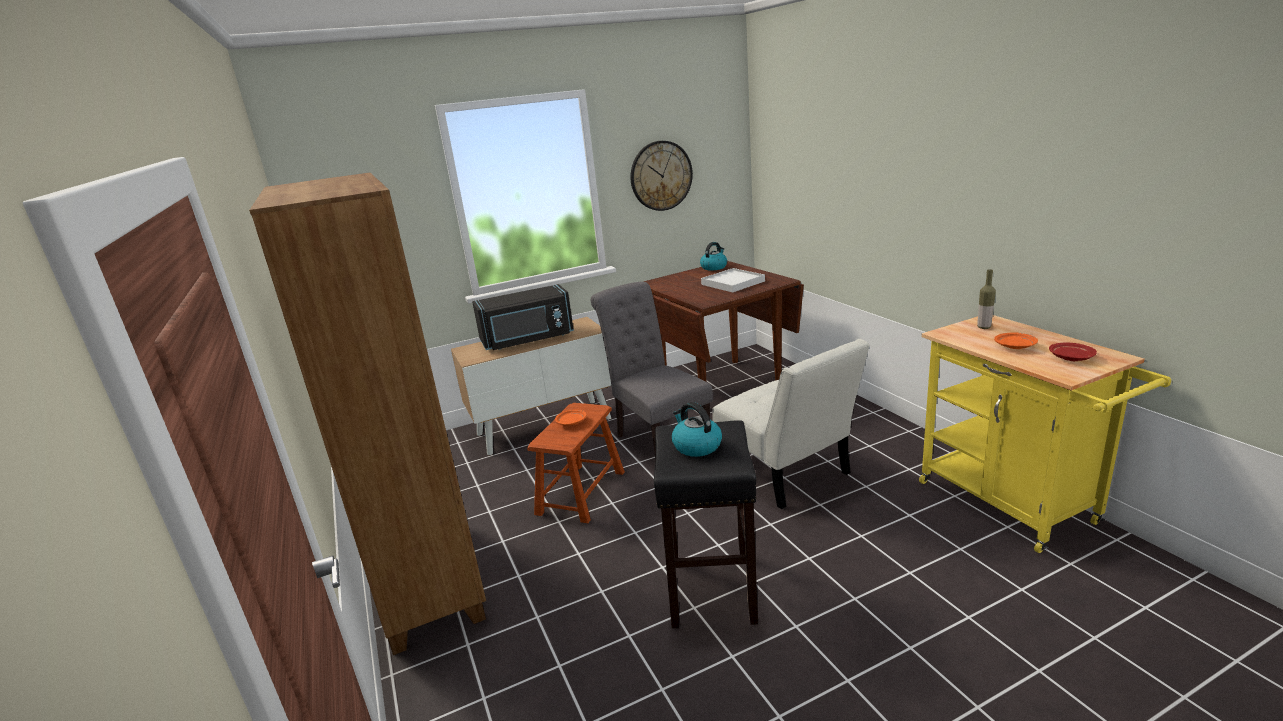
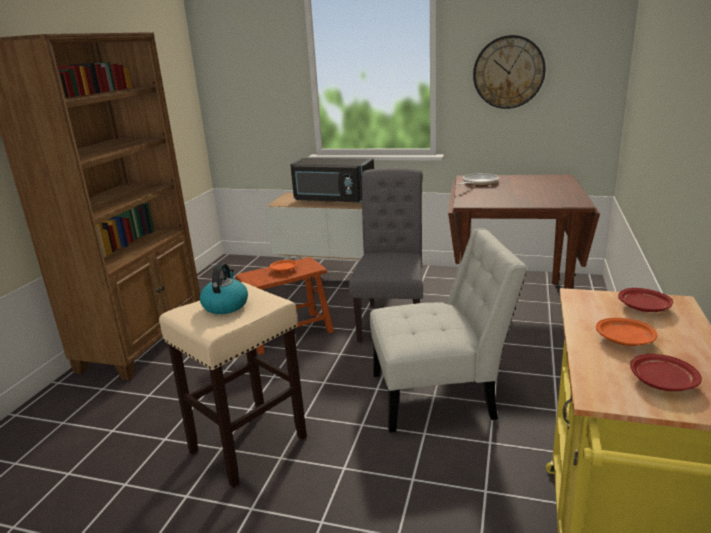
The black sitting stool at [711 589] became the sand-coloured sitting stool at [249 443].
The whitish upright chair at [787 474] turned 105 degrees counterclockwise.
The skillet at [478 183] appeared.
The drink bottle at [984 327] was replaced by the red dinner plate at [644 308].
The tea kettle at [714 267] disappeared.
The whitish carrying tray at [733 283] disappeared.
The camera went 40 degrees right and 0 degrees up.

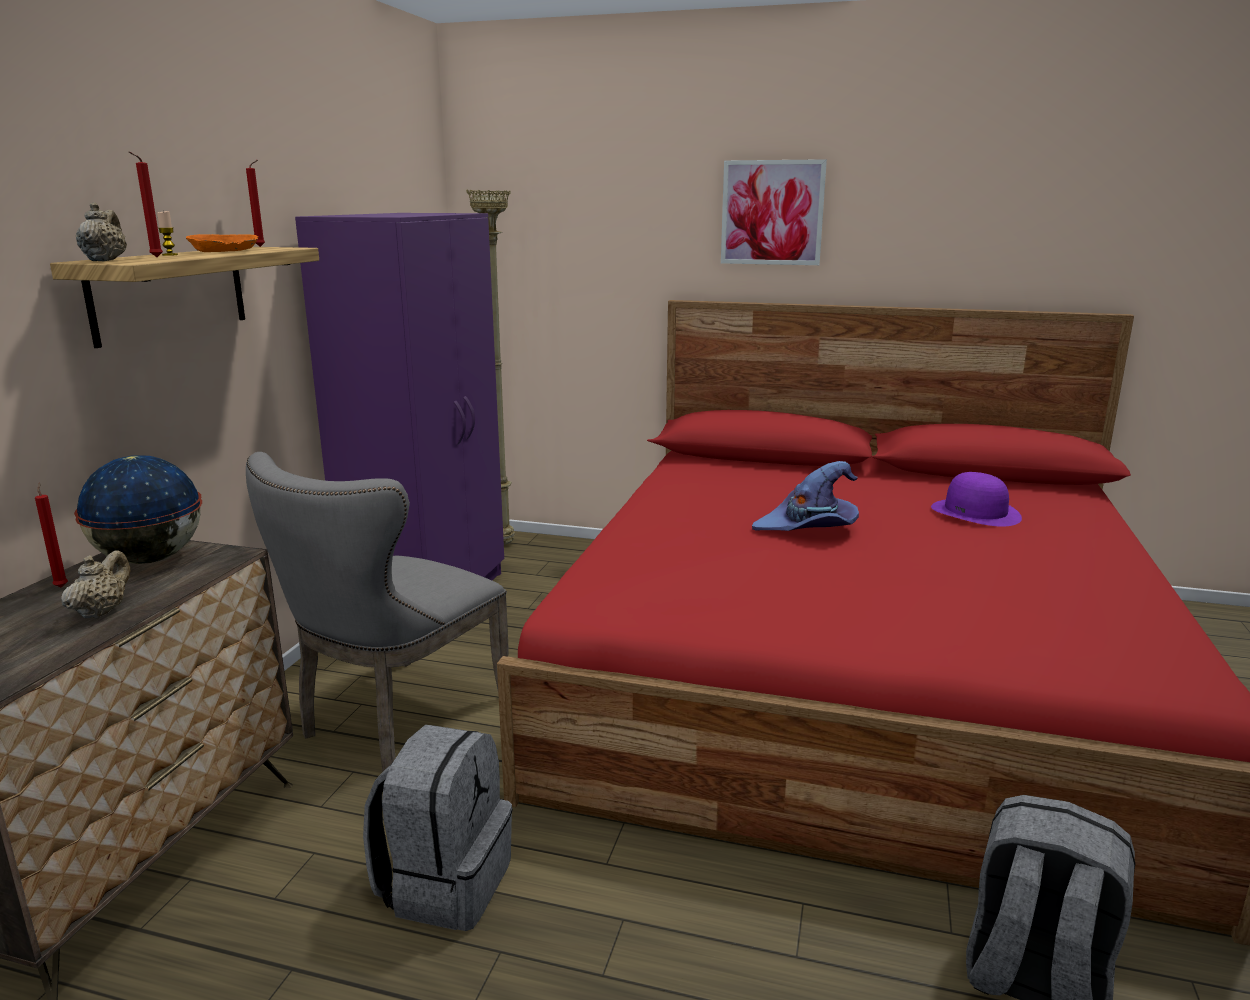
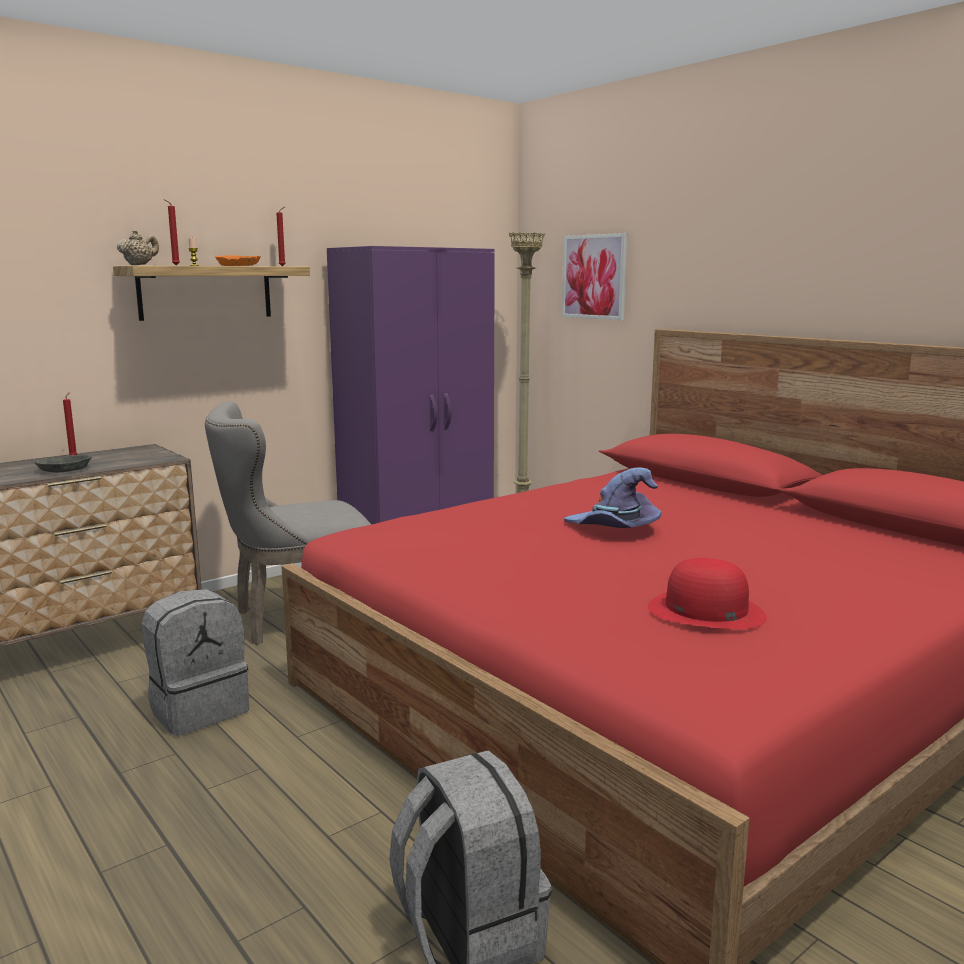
The sand-coloured teapot at [102 612] was replaced by the gray deep dish at [64 469].
The wall art moved from [772 213] to [594 277].
The red wearable hat at [705 611] appeared.
The world globe at [150 559] disappeared.
The purple wearable hat at [976 512] disappeared.
The camera went 35 degrees right and 5 degrees down.

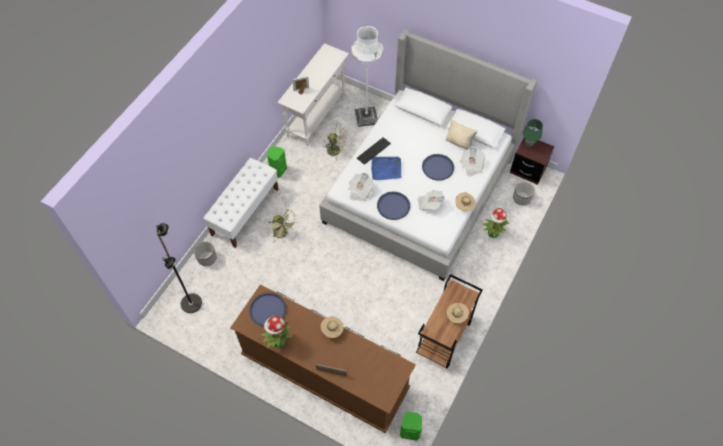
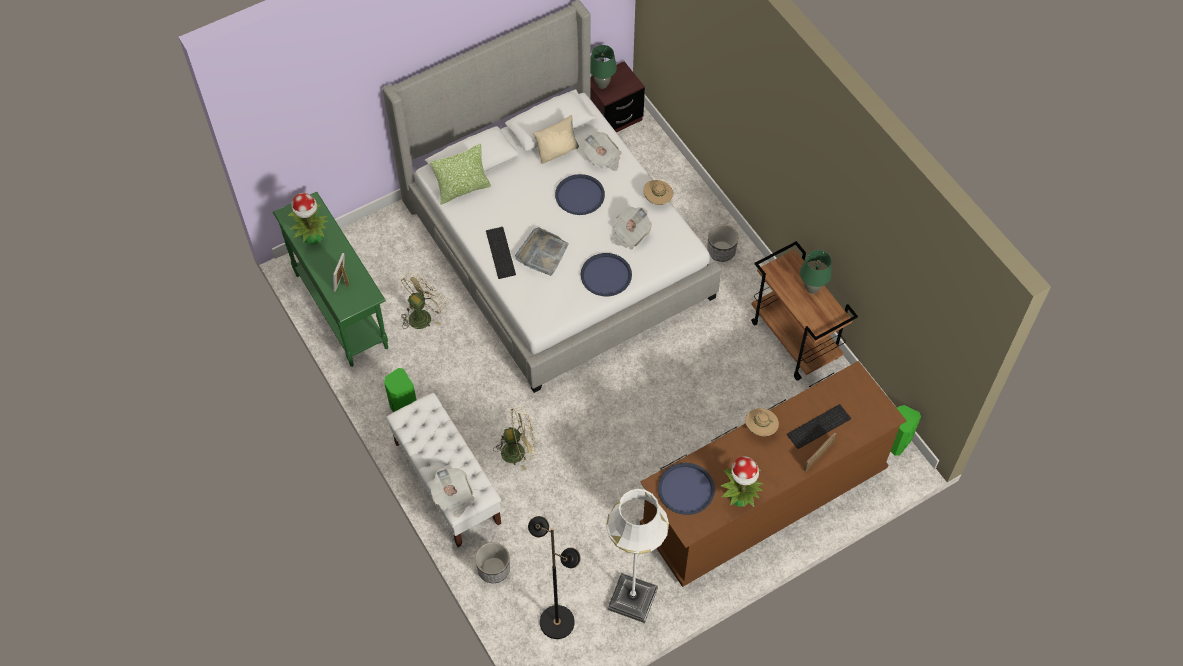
The whitish hall table at [317 116] became the green hall table at [341 310].
The potted plant moved from [493 233] to [313 237].
The pillow at [462 189] appeared.
The printed paper moved from [360 191] to [453 497].
The bluish carrying tray at [386 169] became the gray carrying tray at [542 253].
The whitish standing lamp moved from [366 117] to [632 598].
The plant pot moved from [521 198] to [721 251].
The keyboard at [819 428] appeared.
The sand-coloured wearable hat at [456 316] was replaced by the green table lamp at [812 289].
The camera went 60 degrees left and 0 degrees up.

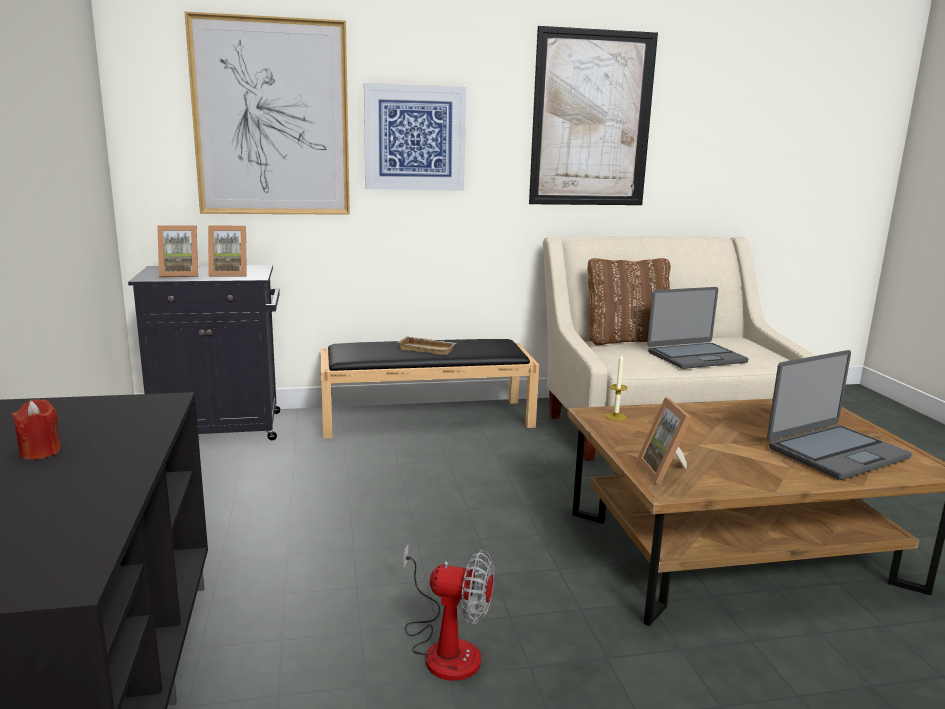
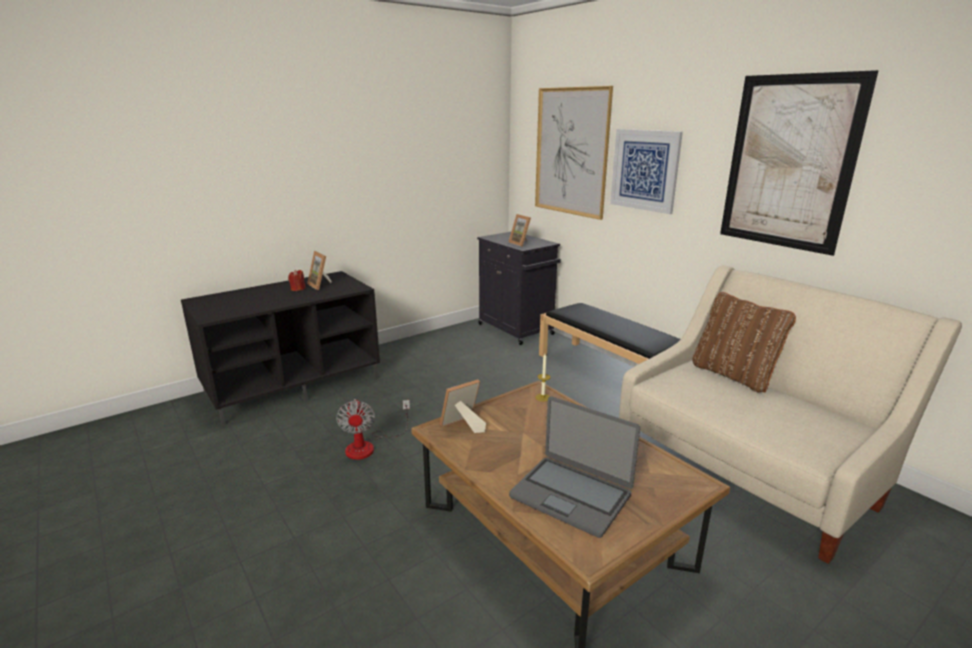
The photo frame moved from [180 274] to [321 285].
The sand-coloured carrying tray at [428 349] disappeared.
The portable computer at [695 357] disappeared.
The camera went 65 degrees right and 5 degrees up.

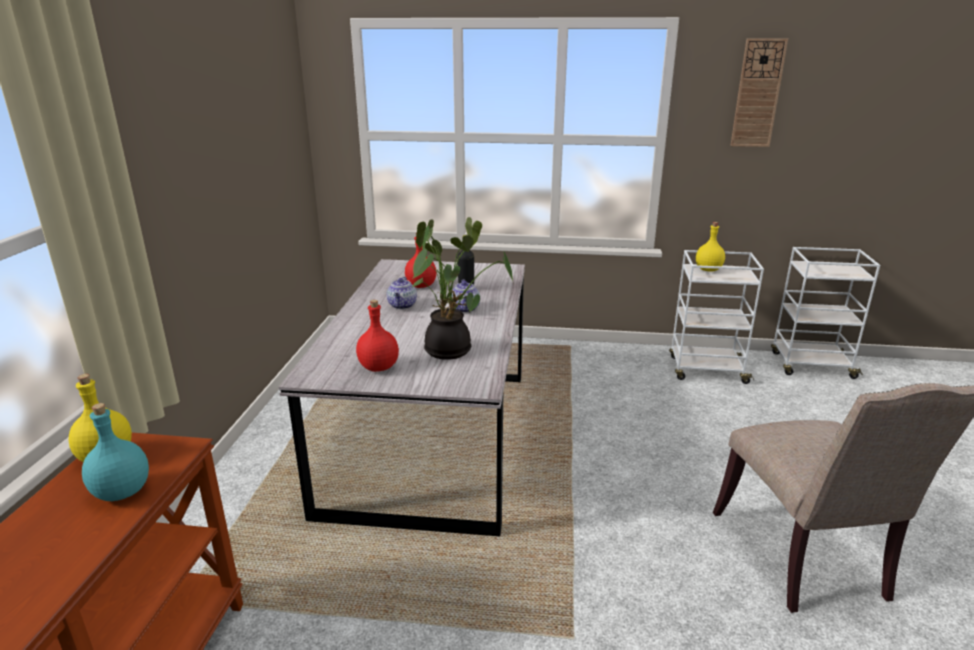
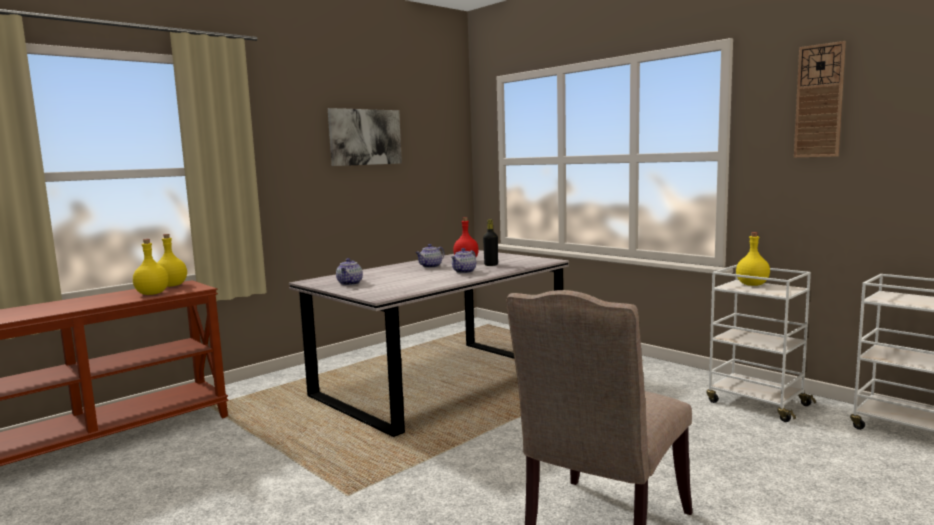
The blue-green drink bottle at [123 491] became the yellowish drink bottle at [153 294].
The wall art at [365 137] appeared.
The red drink bottle at [379 367] was replaced by the teapot at [350 284].
The potted plant at [452 350] disappeared.
The camera went 40 degrees right and 15 degrees down.

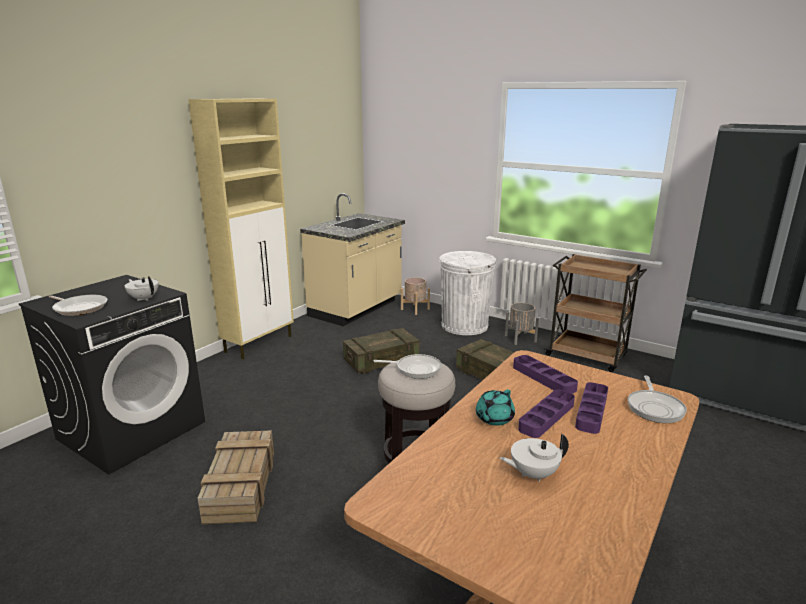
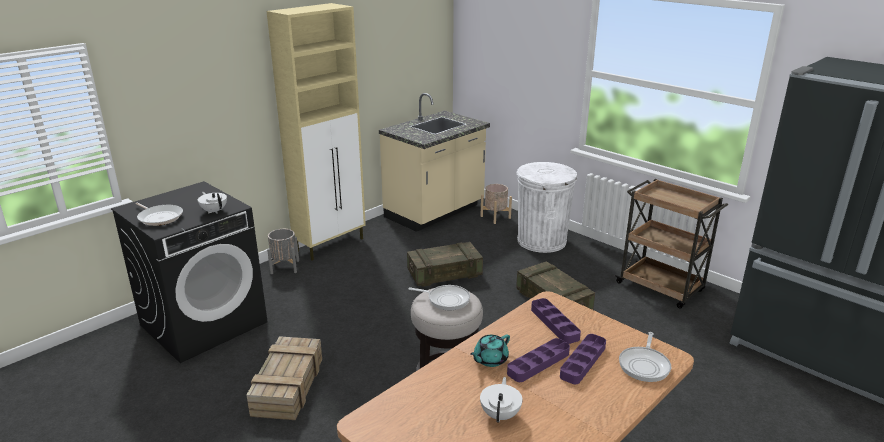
The gray plant pot moved from [520 338] to [285 267].
The whitish teapot at [532 474] turned 105 degrees clockwise.
The camera went 10 degrees right and 5 degrees up.

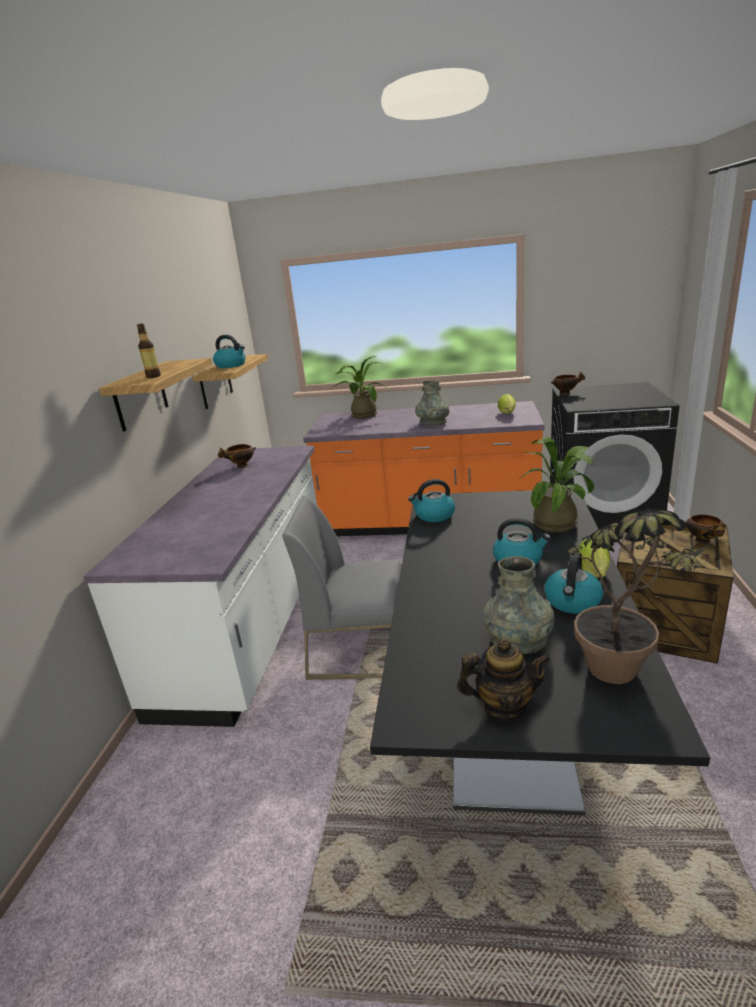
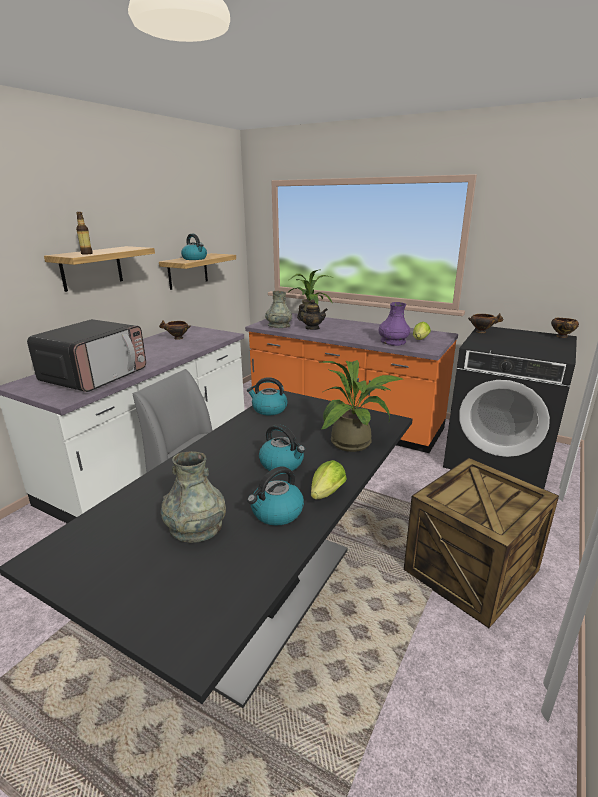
The microwave oven at [95 376] appeared.
The gray vase moved from [433 423] to [279 326].
The teapot moved from [503 706] to [312 328].
The purple vase at [393 342] appeared.
The deep dish moved from [703 541] to [562 337].
The potted plant at [622 680] disappeared.
The camera went 20 degrees right and 0 degrees up.

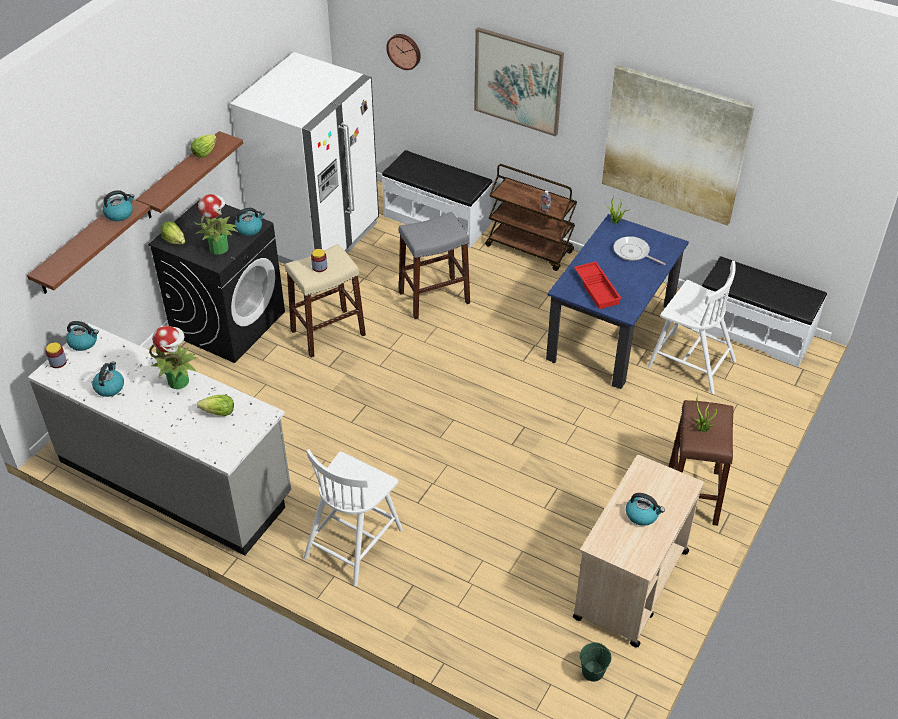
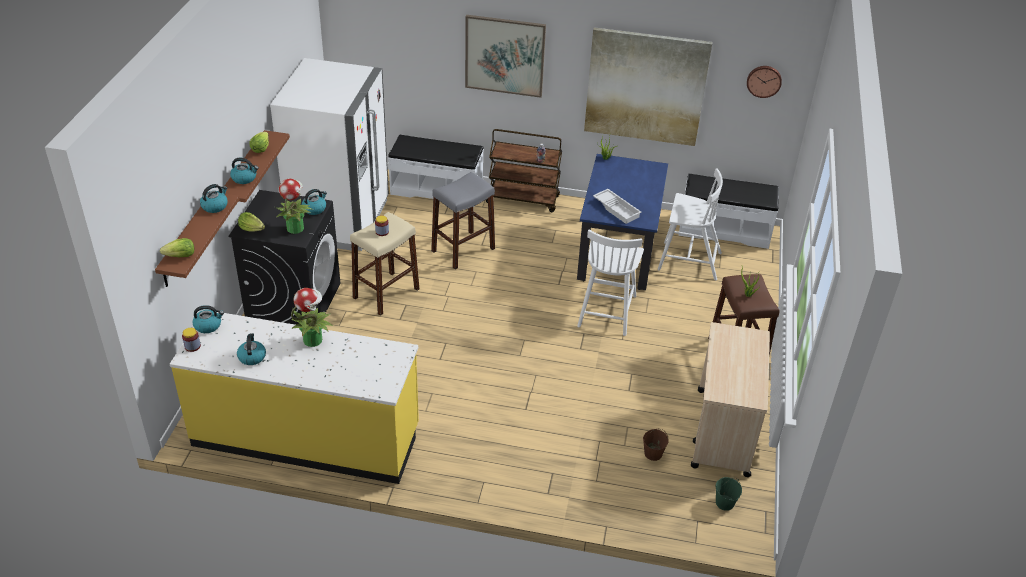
The lettuce moved from [219 413] to [181 256].
The gray counter at [175 478] became the yellowish counter at [306 436].
The tea kettle moved from [642 515] to [244 178].
The whitish upright chair moved from [354 542] to [606 310].
The red carrying tray at [598 288] became the whitish carrying tray at [617 209].
The brown water bucket at [653 453] appeared.
The hanging clock moved from [404 51] to [764 81].
The skillet at [633 252] disappeared.
The camera went 20 degrees left and 5 degrees down.

